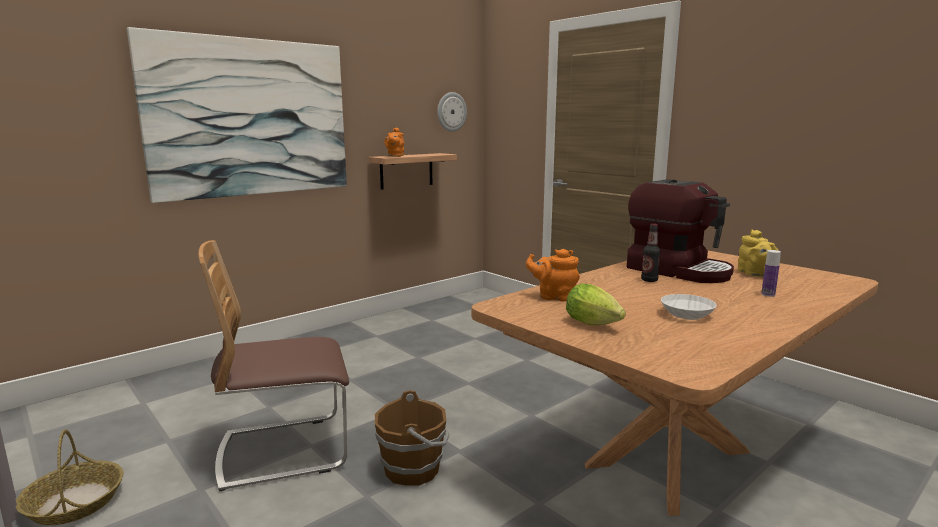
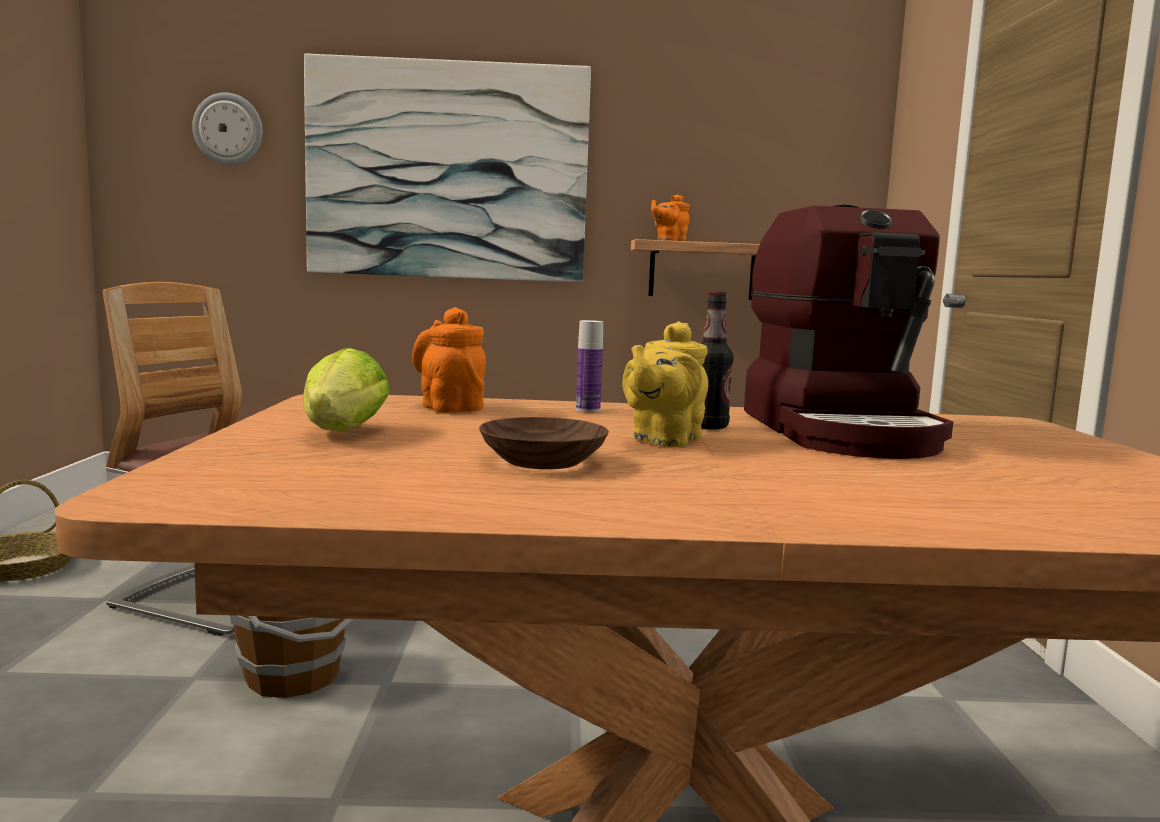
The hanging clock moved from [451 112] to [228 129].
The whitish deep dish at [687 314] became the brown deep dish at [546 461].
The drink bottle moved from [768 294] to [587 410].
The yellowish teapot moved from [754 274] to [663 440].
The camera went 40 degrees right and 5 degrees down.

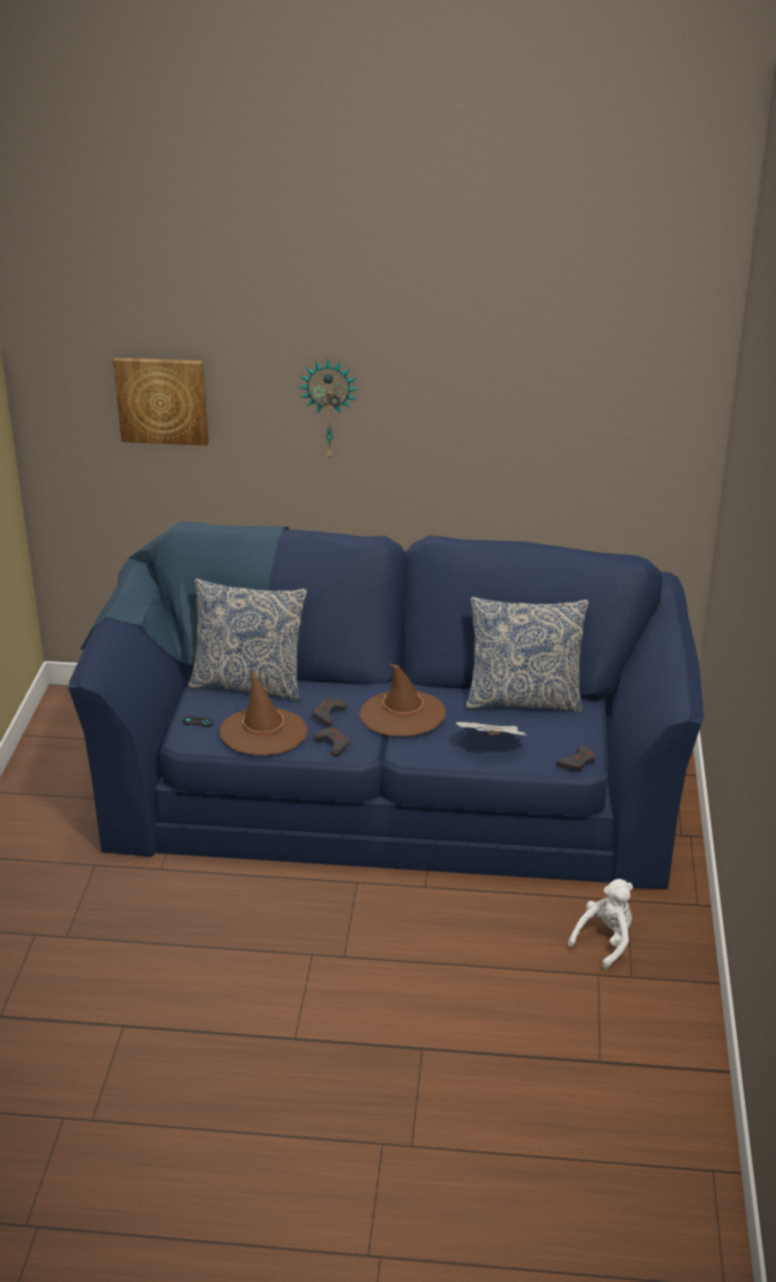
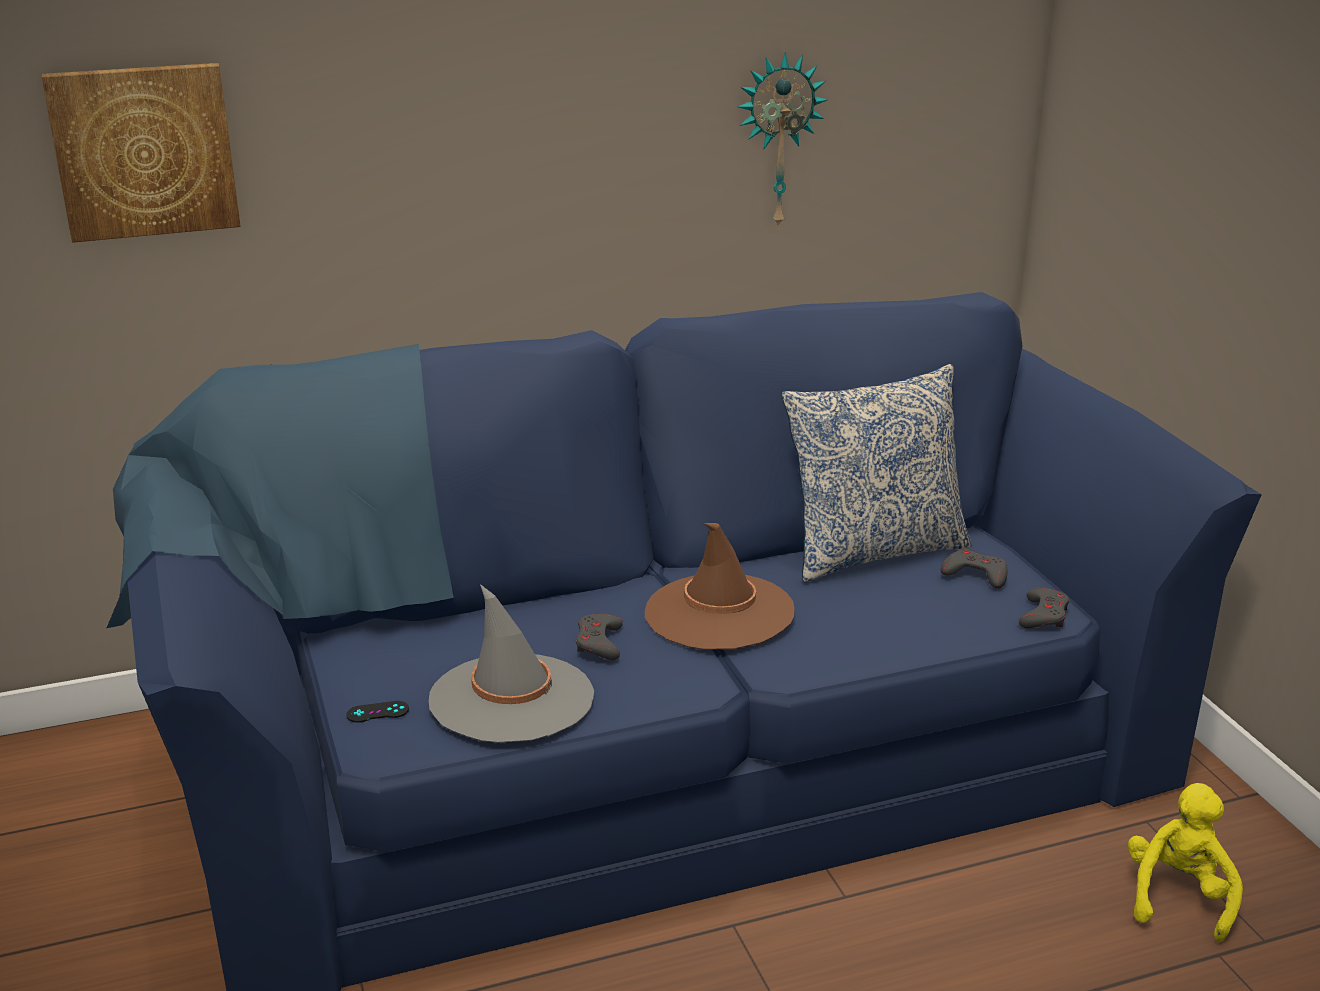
The brown wearable hat at [263 732] became the gray wearable hat at [511 699].
The hanging clock moved from [329 408] to [778 141].
The gray joypad moved from [333 744] to [975 574].
The whitish cuddly toy at [605 942] became the yellowish cuddly toy at [1178 896].
The pillow at [249 684] disappeared.
The printed paper at [493 744] disappeared.
The camera went 25 degrees left and 5 degrees down.

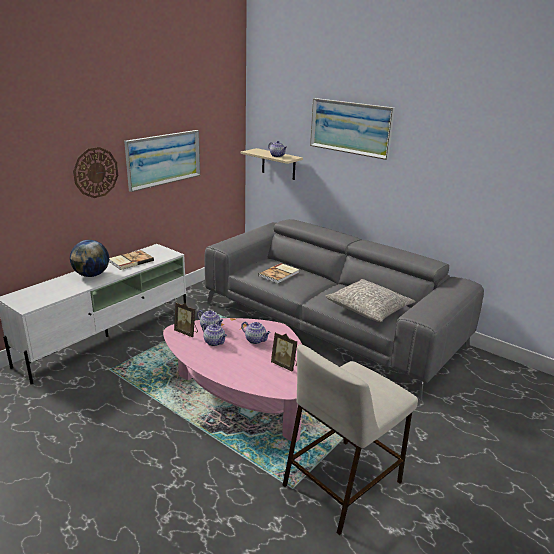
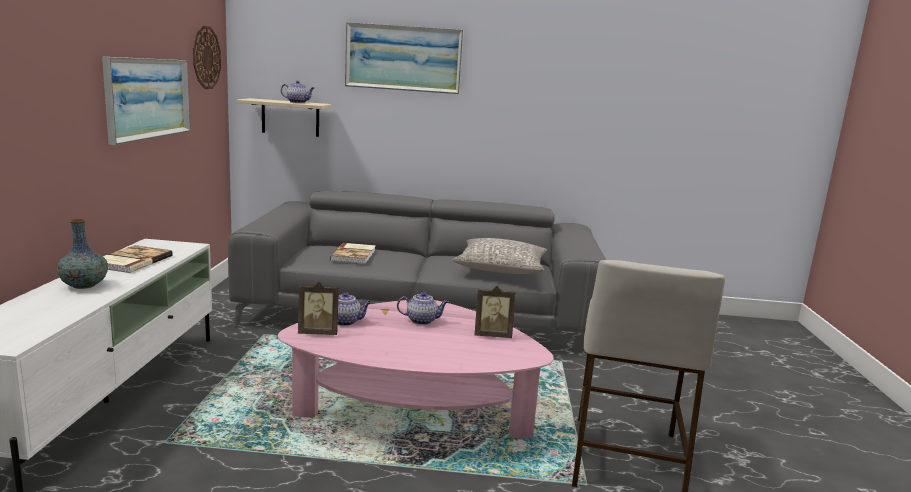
The world globe at [92 275] was replaced by the vase at [84 285].
The hanging clock moved from [95 172] to [206 57].
The teapot at [215 342] disappeared.
The camera went 35 degrees left and 10 degrees down.

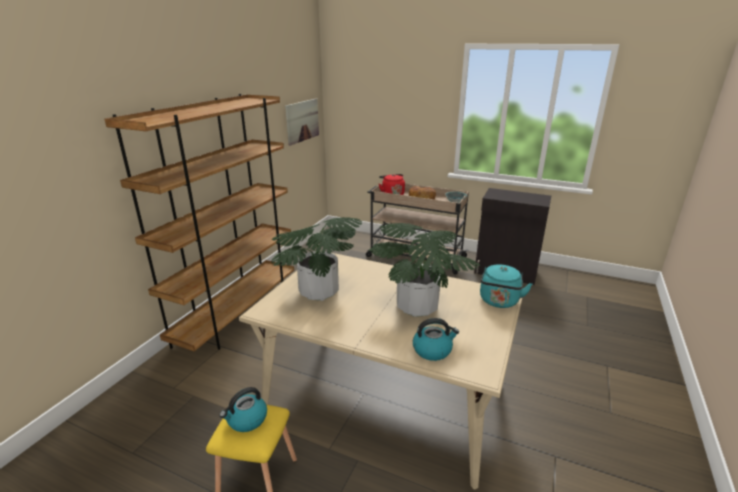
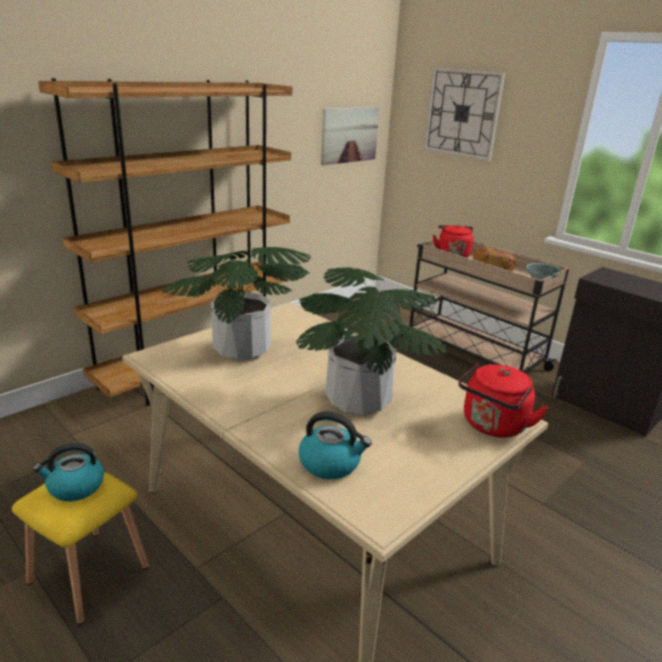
The hanging clock at [462 113] appeared.
The blue-green tea kettle at [499 302] became the red tea kettle at [492 426].
The camera went 20 degrees right and 0 degrees up.

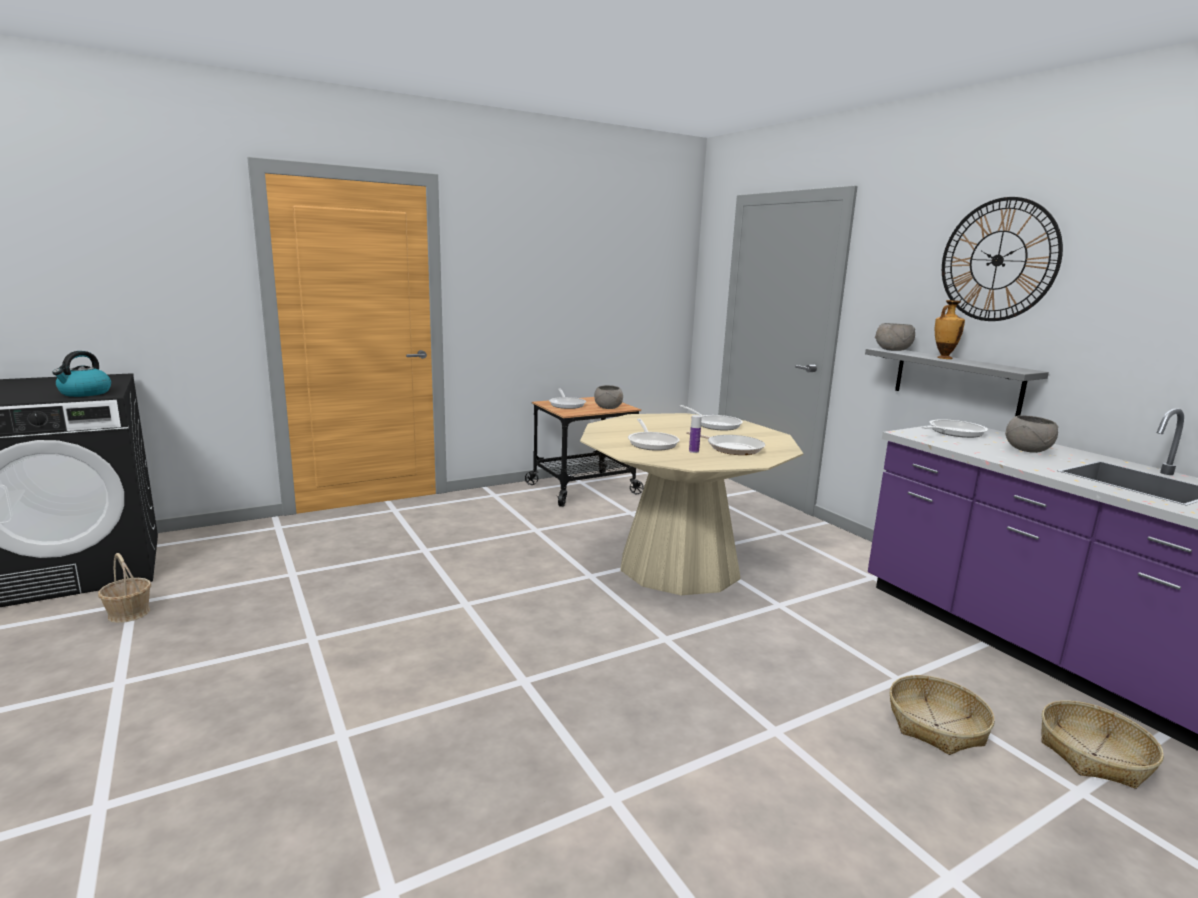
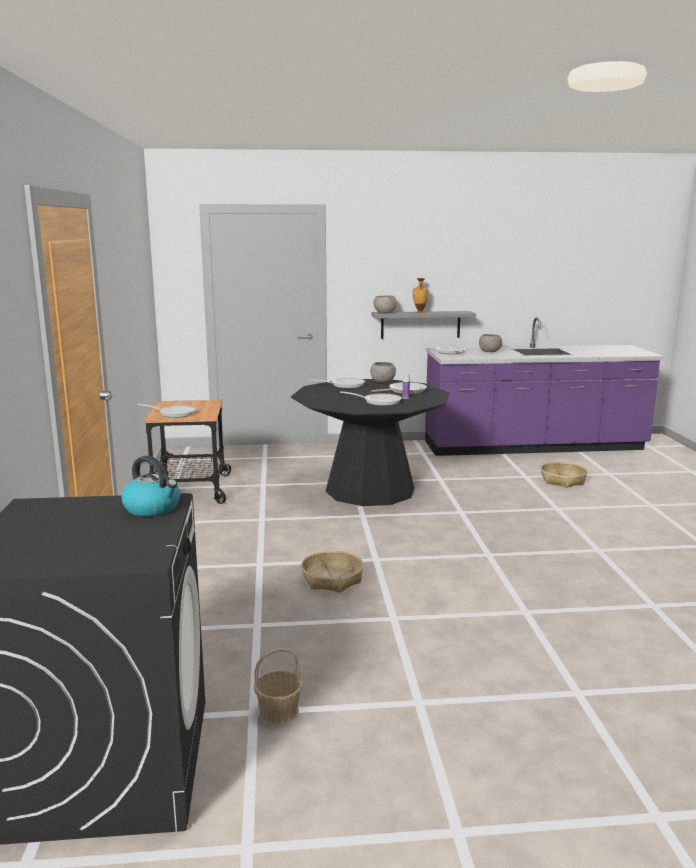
The sand-coloured dining table at [679 566] became the black dining table at [370 489].
The household basket moved from [1094 754] to [332 579].
The gray deep dish moved from [607 408] to [382 382].
The hanging clock at [998 260] disappeared.
The camera went 65 degrees left and 0 degrees up.

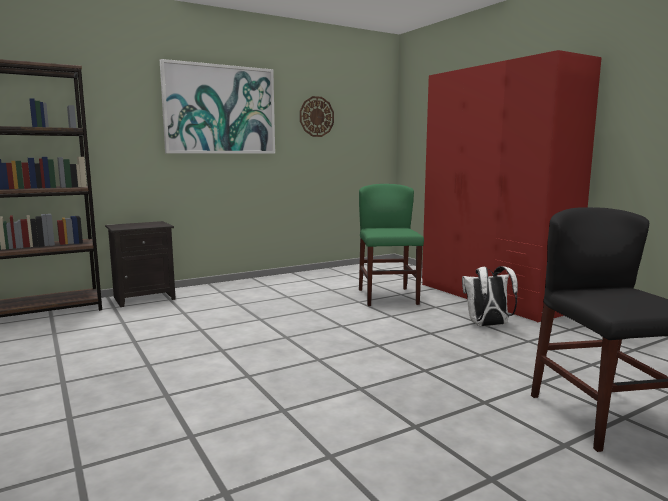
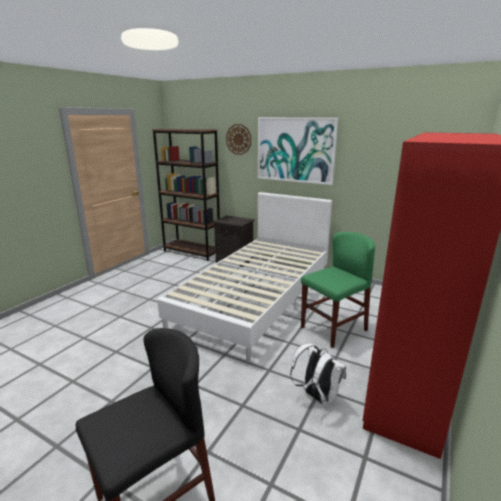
The whitish bedroom bed at [256 299] appeared.
The hanging clock moved from [316 116] to [238 139].
The camera went 60 degrees right and 10 degrees up.

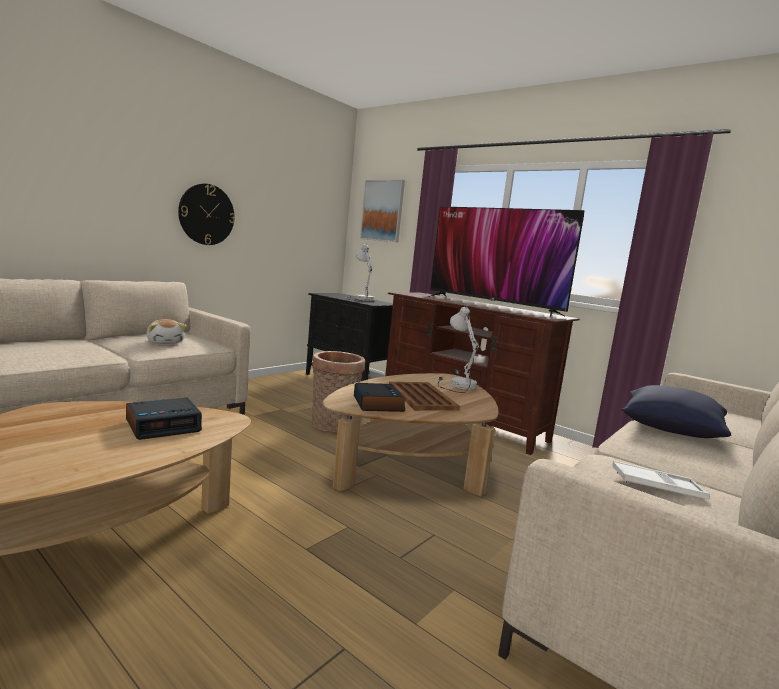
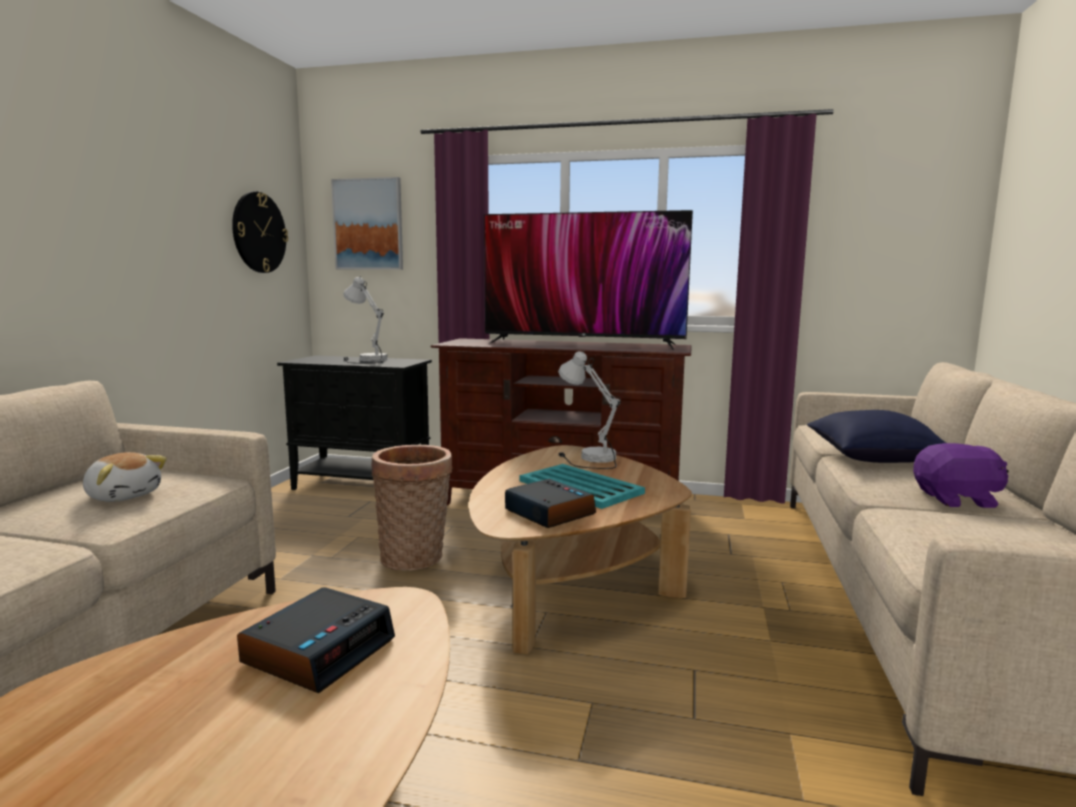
The hanging clock moved from [206 214] to [259 232].
The brown carrying tray at [421 397] became the blue-green carrying tray at [581 487].
The purple cuddly toy at [957 500] appeared.
The whitish carrying tray at [657 486] disappeared.
The camera went 25 degrees left and 0 degrees up.

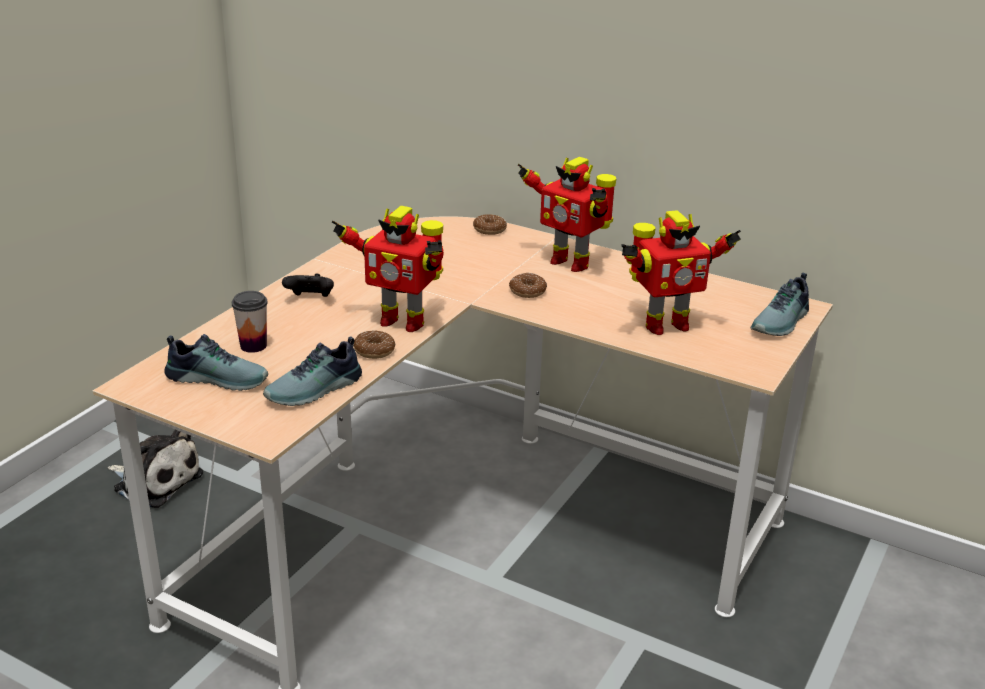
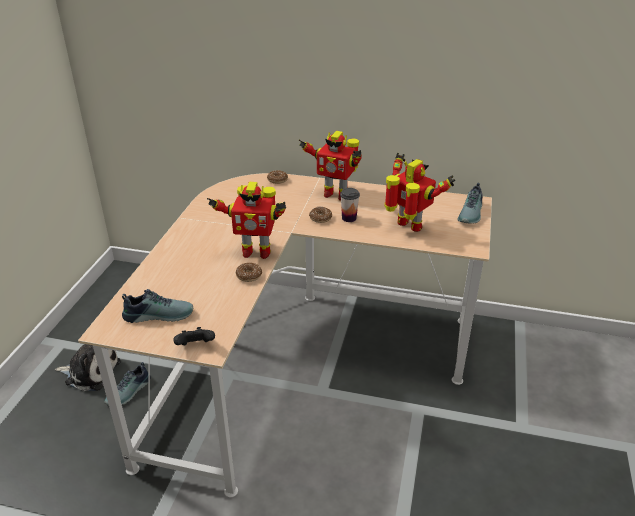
The shoe moved from [316 390] to [129 392].
The black joypad moved from [310 299] to [196 346].
The cup moved from [253 346] to [349 218].
The model robot at [664 325] turned 105 degrees counterclockwise.
The camera went 15 degrees left and 5 degrees up.

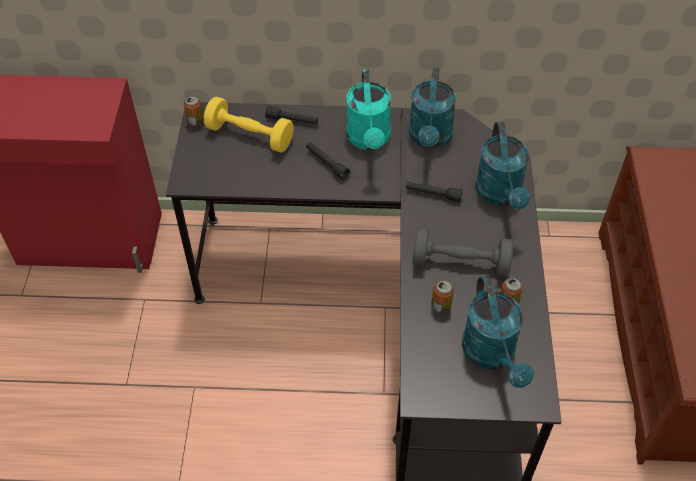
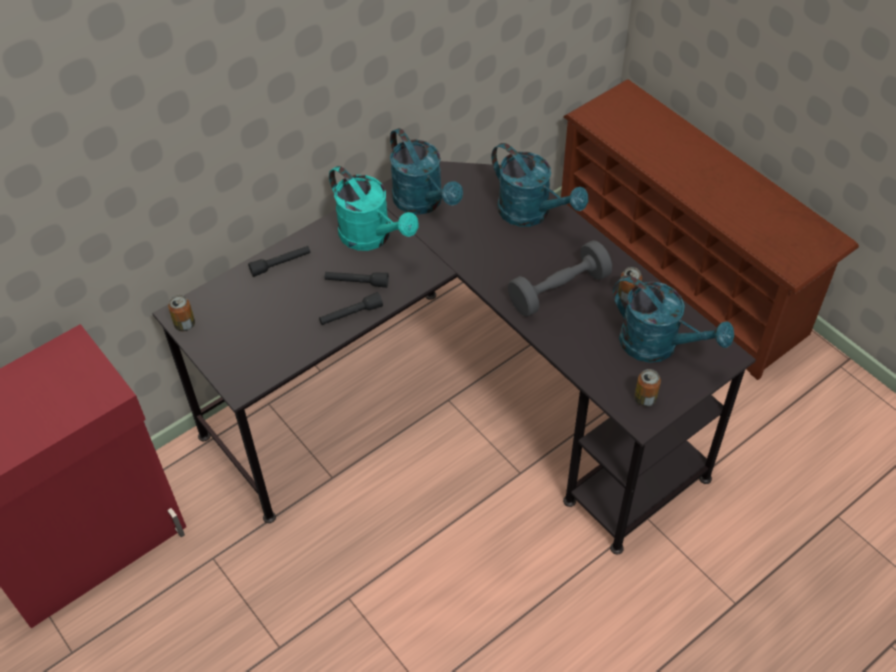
The black torch moved from [433 194] to [351 314].
The sealed can moved from [441 305] to [645 399].
The yellowish hand weight at [250 136] disappeared.
The camera went 40 degrees left and 0 degrees up.

